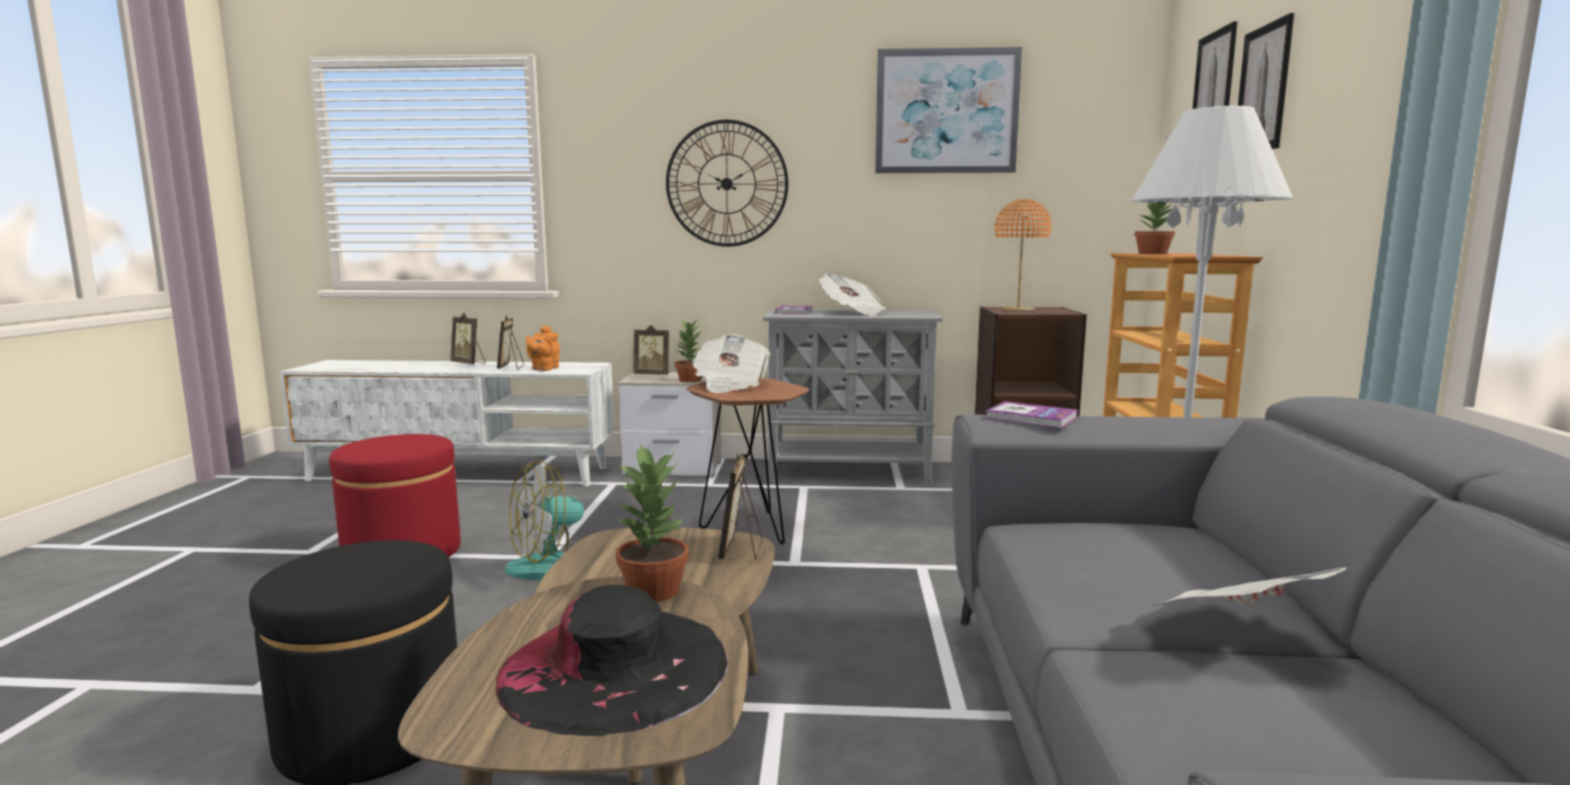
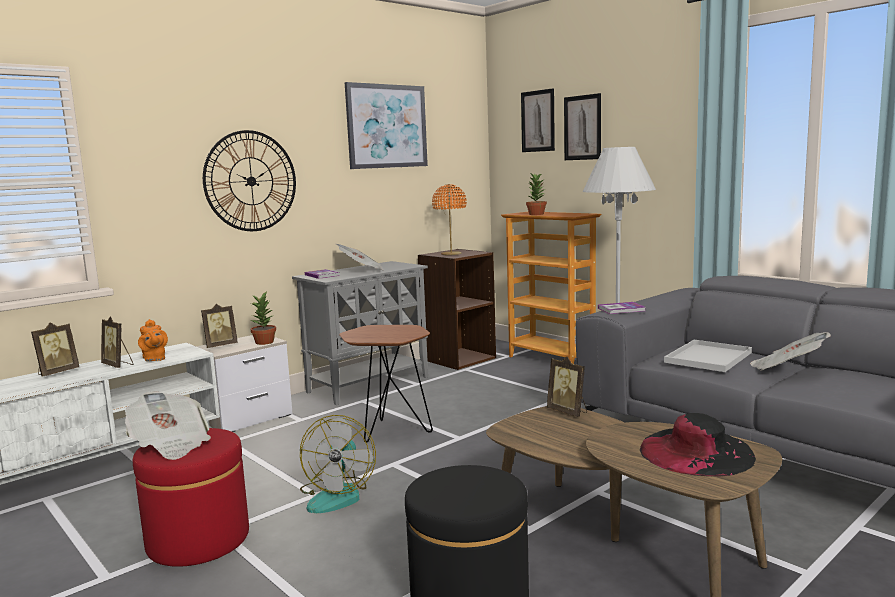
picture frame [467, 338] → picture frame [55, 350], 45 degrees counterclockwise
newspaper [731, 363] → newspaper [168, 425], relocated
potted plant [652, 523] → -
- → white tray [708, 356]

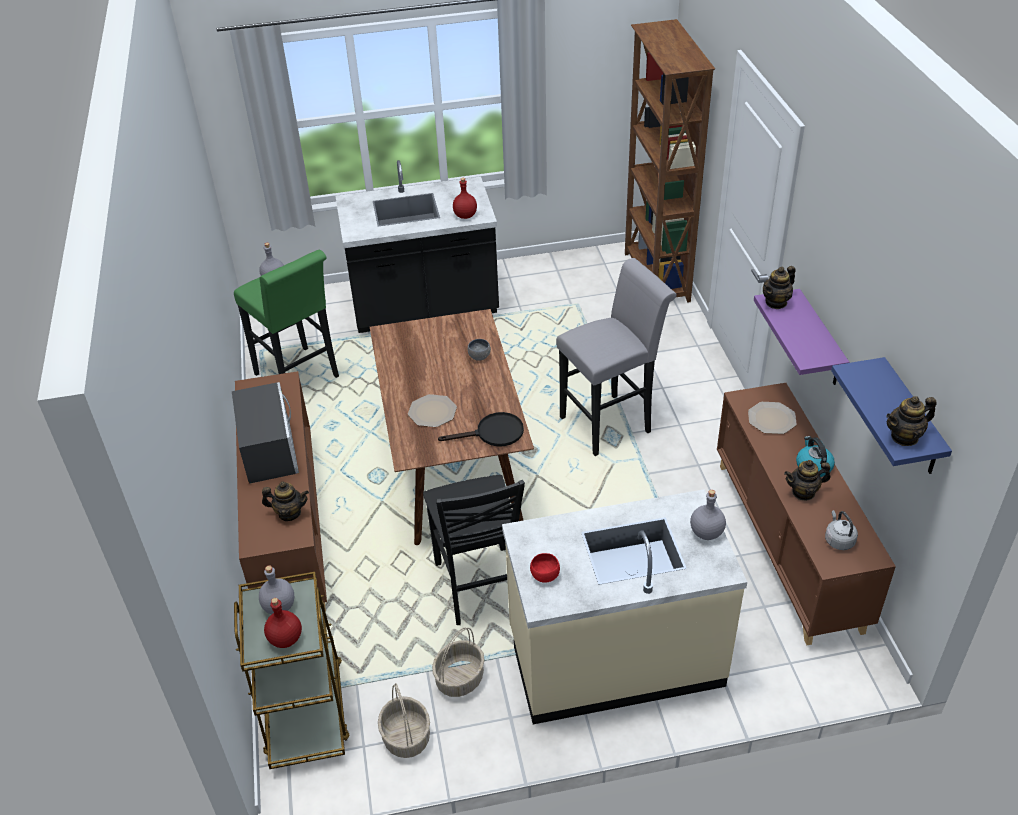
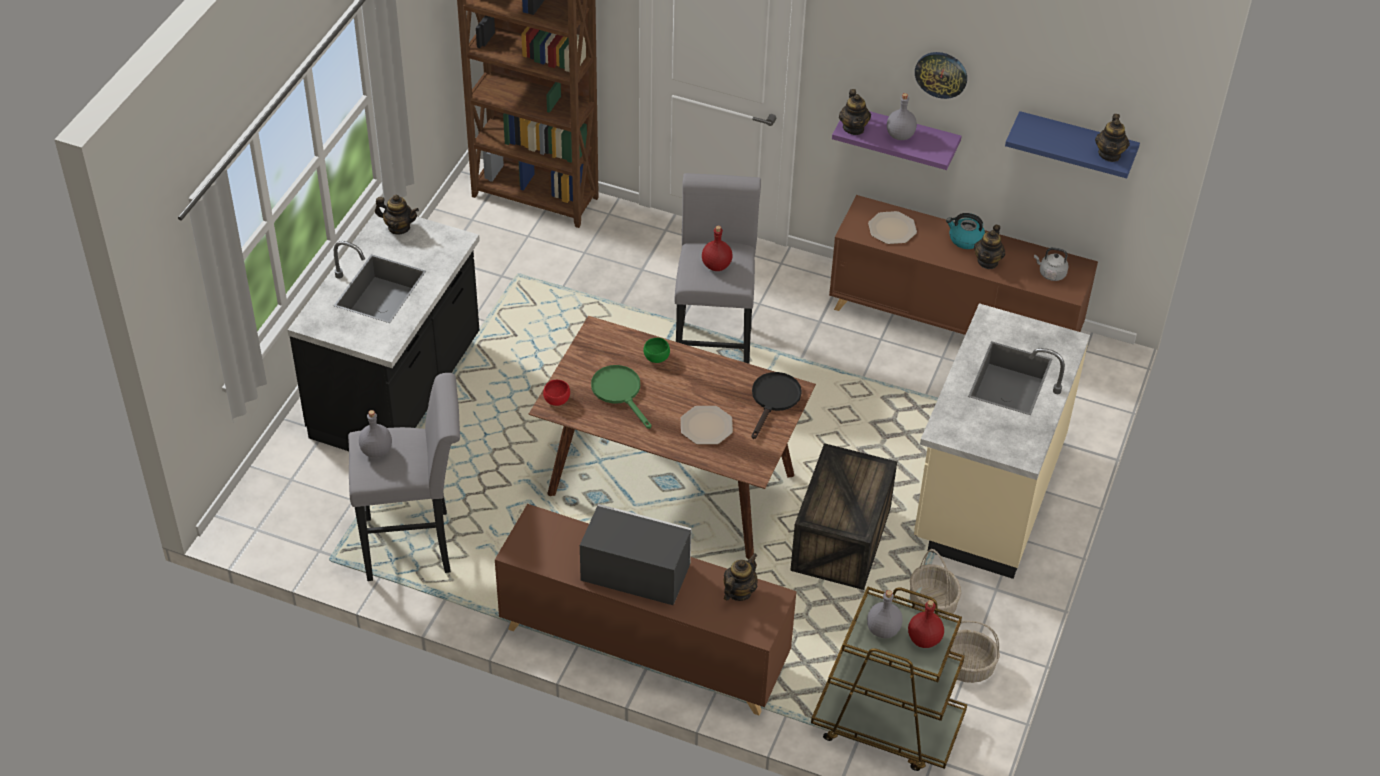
red bottle [465, 198] → red bottle [717, 248], relocated
green stool [286, 314] → grey stool [404, 477]
grey bowl [479, 350] → green bowl [656, 350]
black chair [474, 550] → crate [843, 516]
grey bottle [708, 515] → grey bottle [902, 116], relocated
red bowl [545, 568] → red bowl [556, 393], relocated
- → wall clock [941, 75]
- → teapot [397, 214]
- → green frying pan [621, 397]

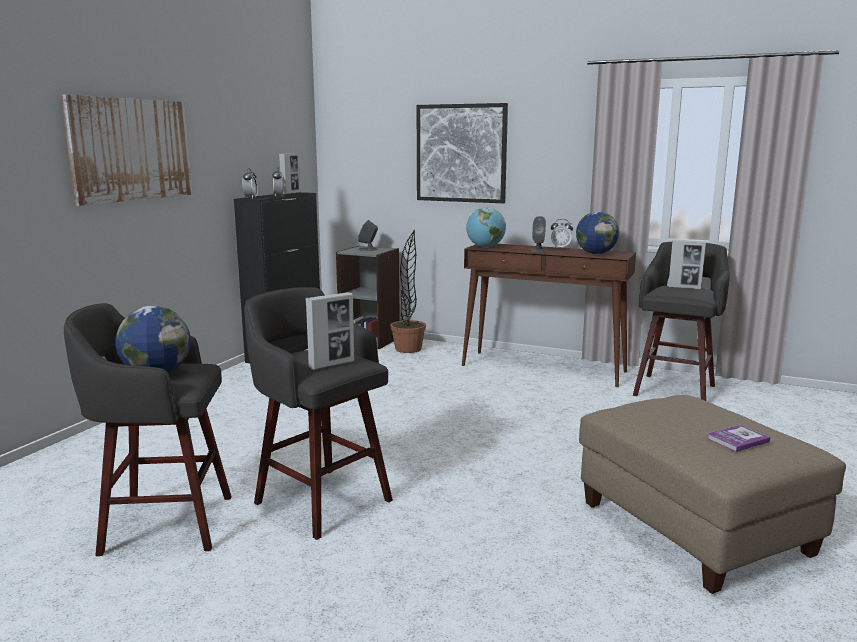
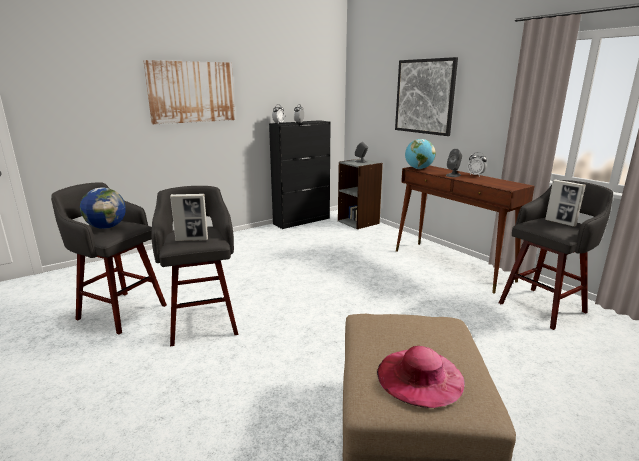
picture frame [289, 174] → -
globe [597, 233] → -
potted plant [408, 291] → -
book [738, 438] → pink hat [421, 377]

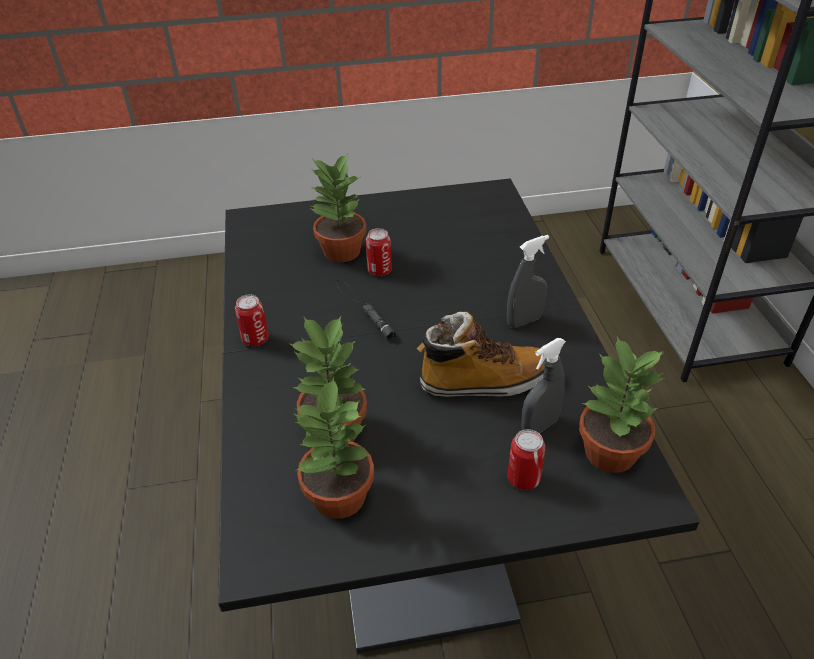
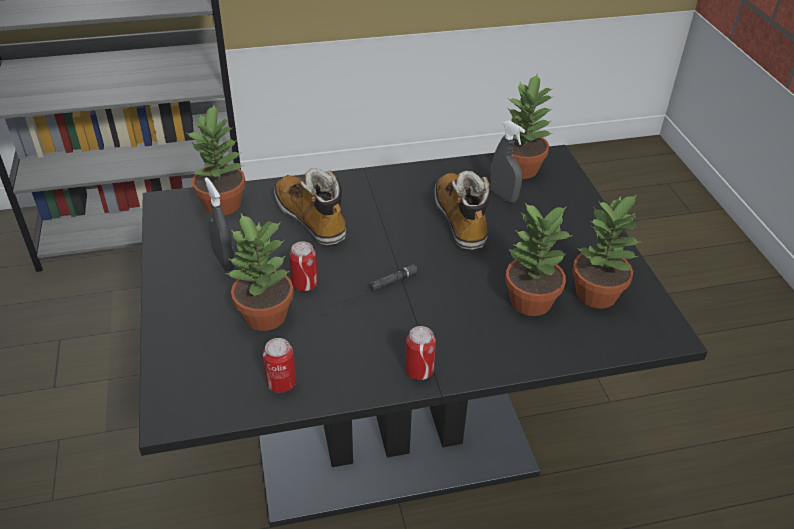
grey spray bottle [528, 281] → grey spray bottle [219, 224], relocated
can [526, 459] → can [279, 365], relocated
- → potted plant [215, 159]
- → boot [310, 207]

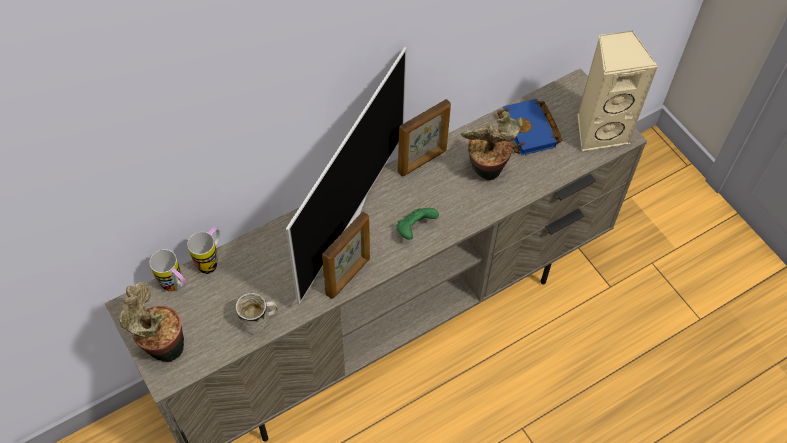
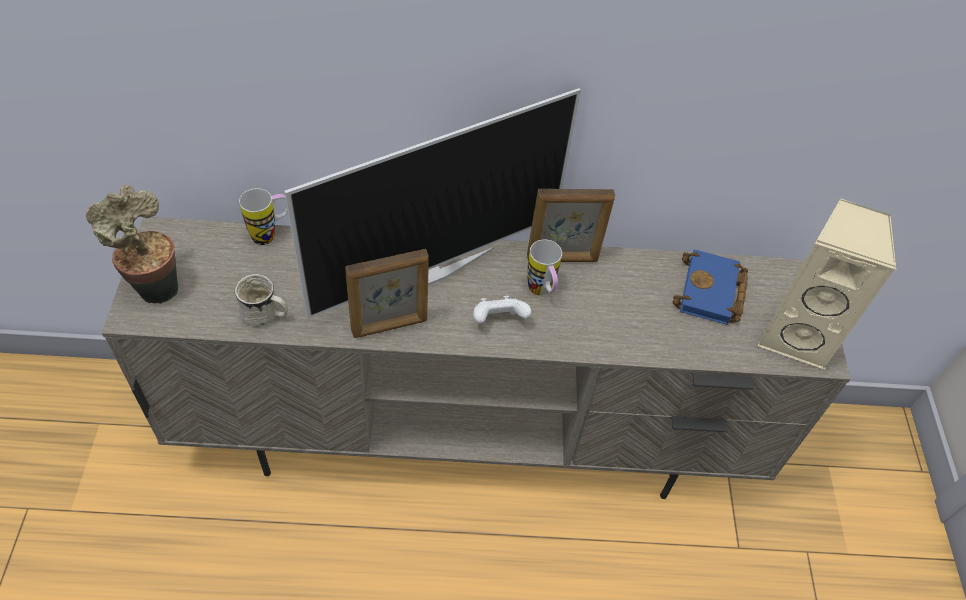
potted plant [492, 145] → -
green game controller [417, 224] → white game controller [502, 309]
mug [168, 270] → mug [544, 268], relocated

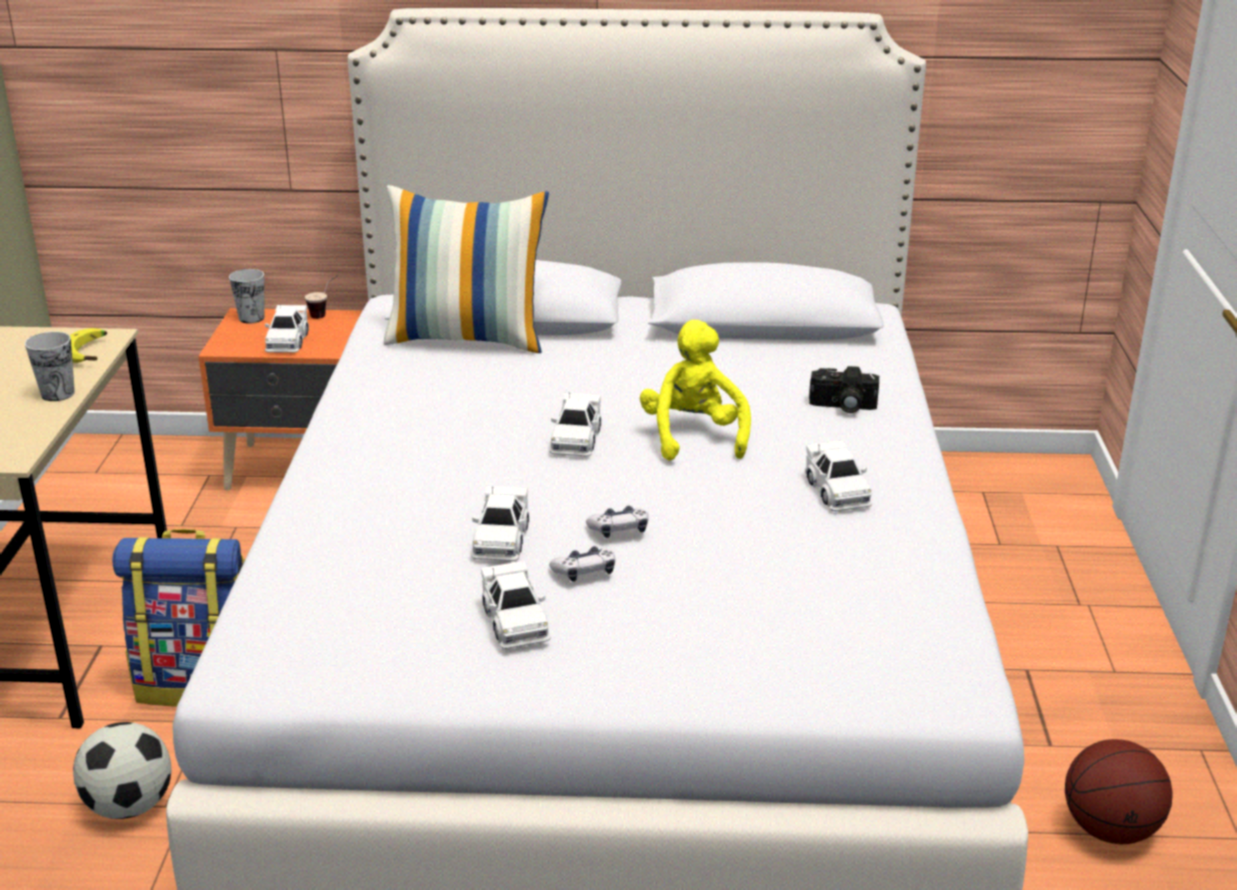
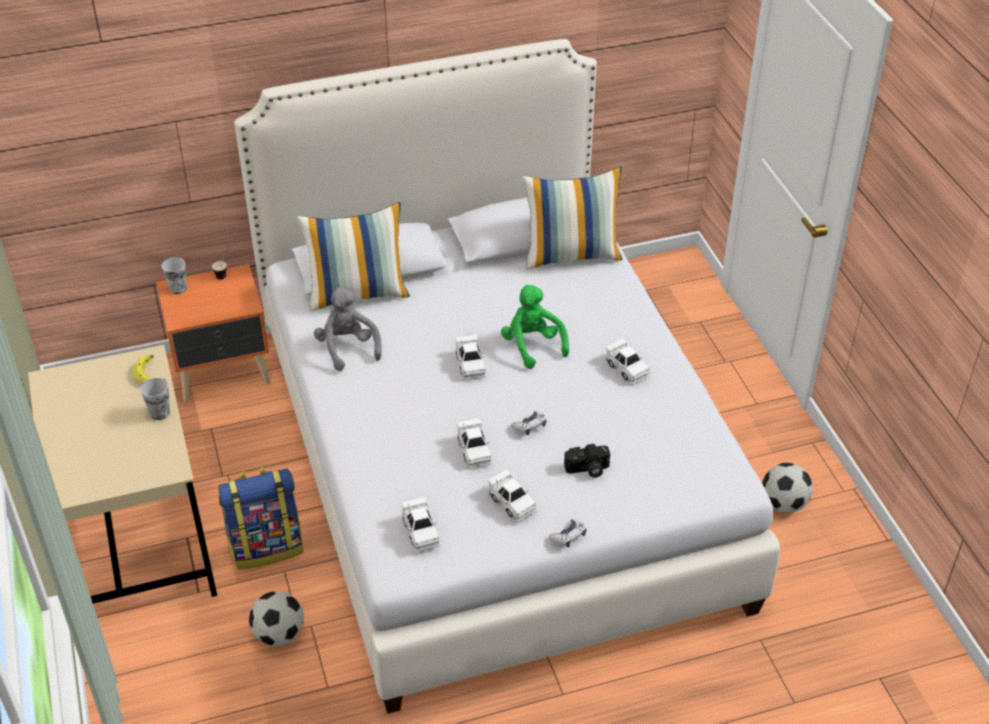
white toy car [287, 328] → white toy car [421, 524], relocated
yellow plush toy [695, 390] → green plush toy [535, 327]
photo camera [844, 389] → photo camera [587, 461], relocated
game controller [582, 564] → game controller [567, 533], relocated
basketball [1119, 791] → football [787, 488]
- → pillow [572, 218]
- → grey plush toy [348, 329]

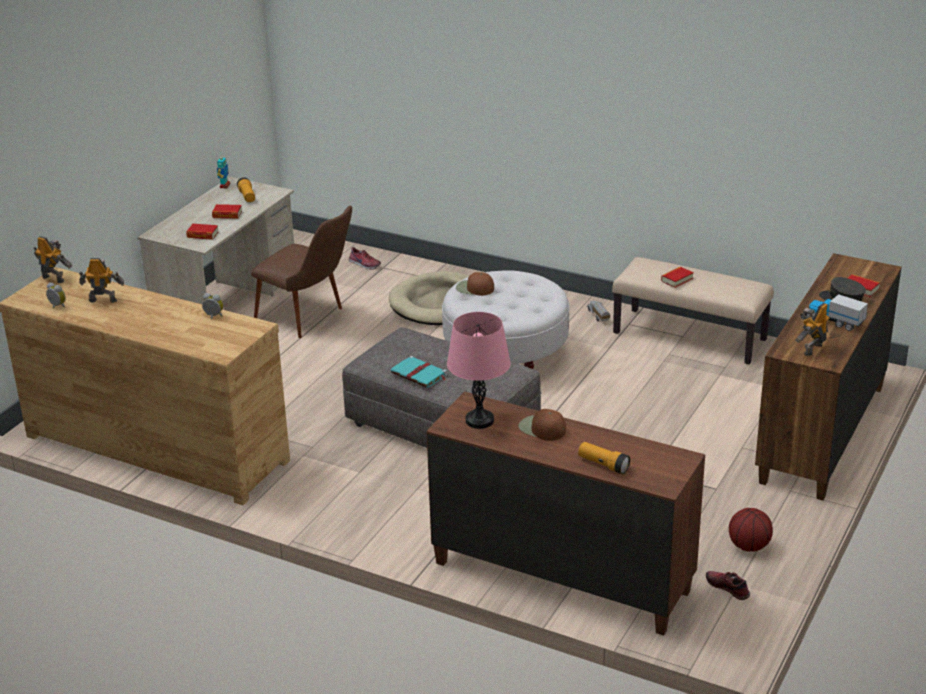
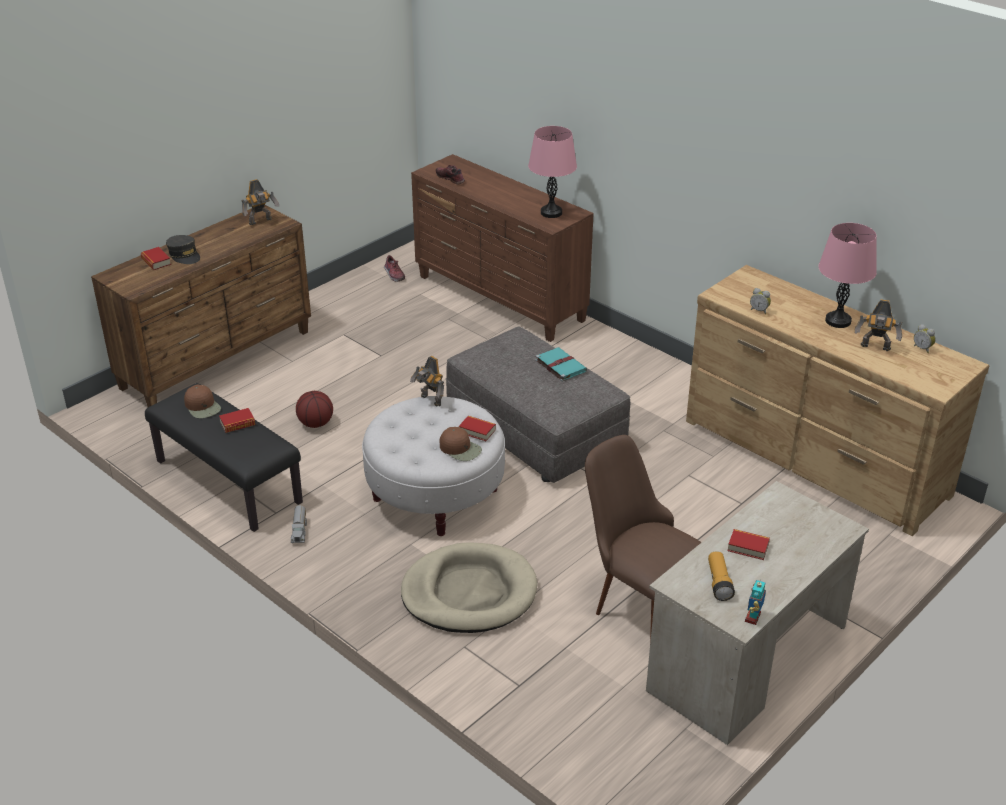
book [202, 232] → book [477, 428], relocated
toy robot [52, 259] → toy robot [427, 381], relocated
shoe [365, 258] → shoe [450, 174], relocated
beige bench [693, 310] → black bench [224, 457]
toy truck [838, 312] → -
brown cap [542, 425] → brown cap [202, 401], relocated
flashlight [604, 458] → -
basketball [751, 530] → basketball [314, 409], relocated
- → pink table lamp [847, 275]

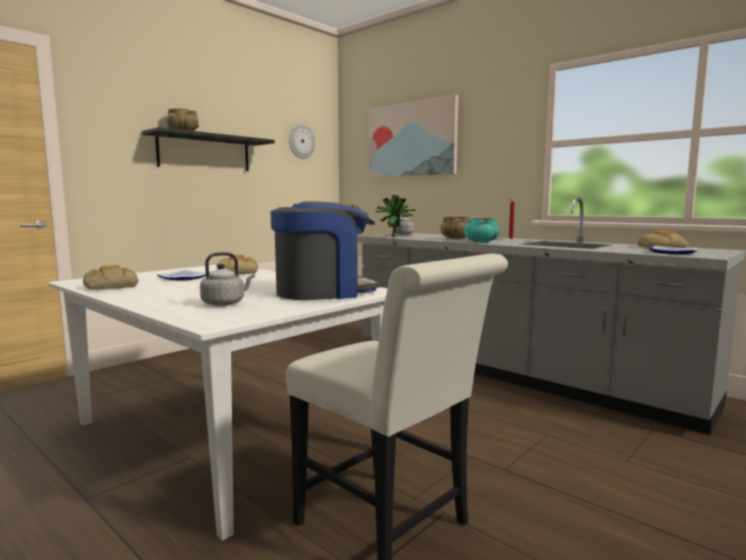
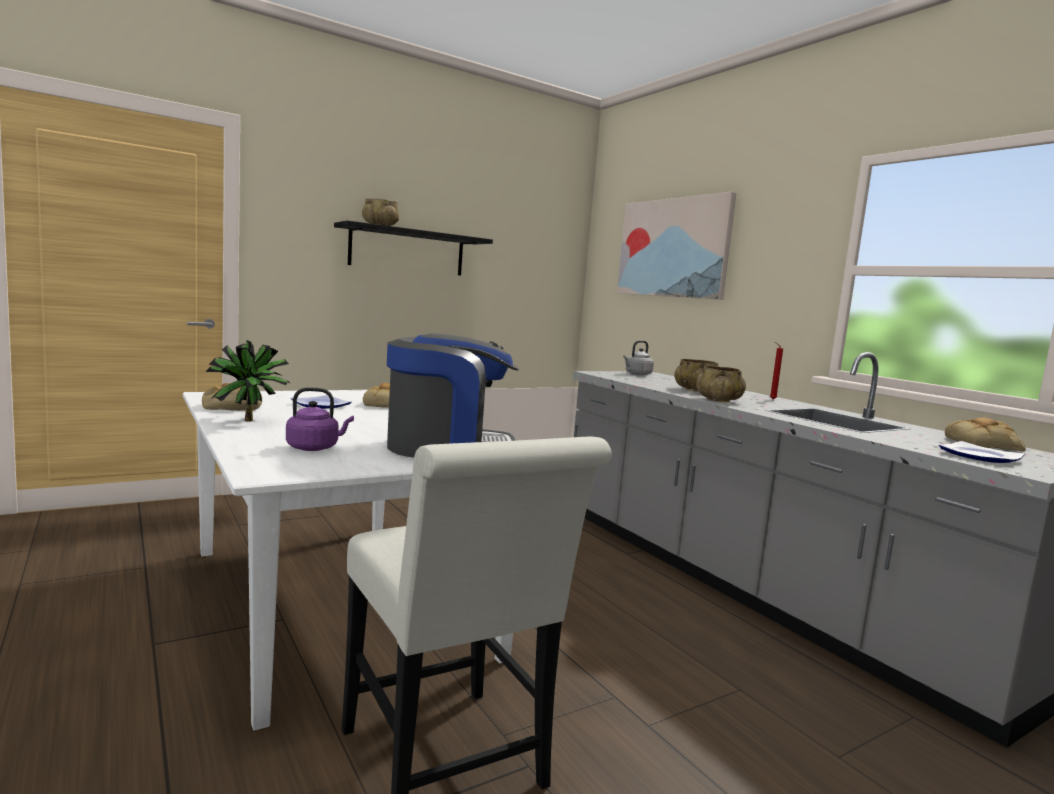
wall clock [302, 141] → -
potted plant [395, 216] → potted plant [248, 381], relocated
turquoise bowl [482, 230] → beige bowl [721, 384]
grey kettle [227, 279] → purple kettle [320, 419]

